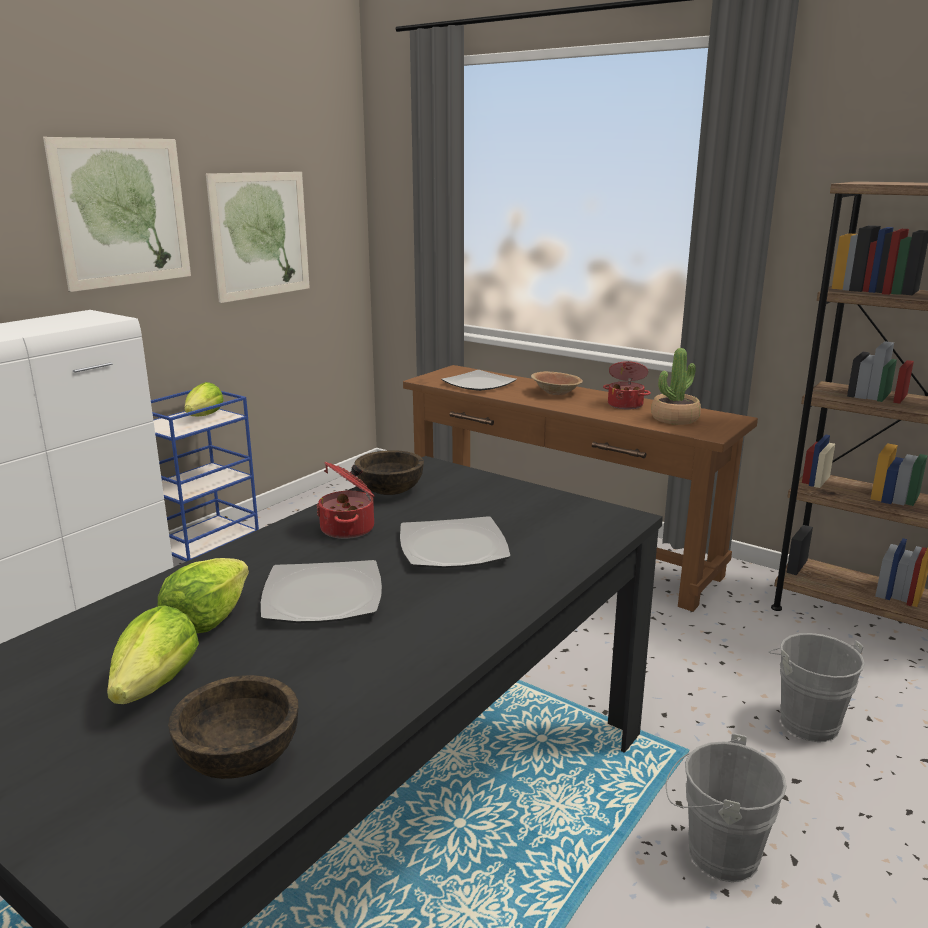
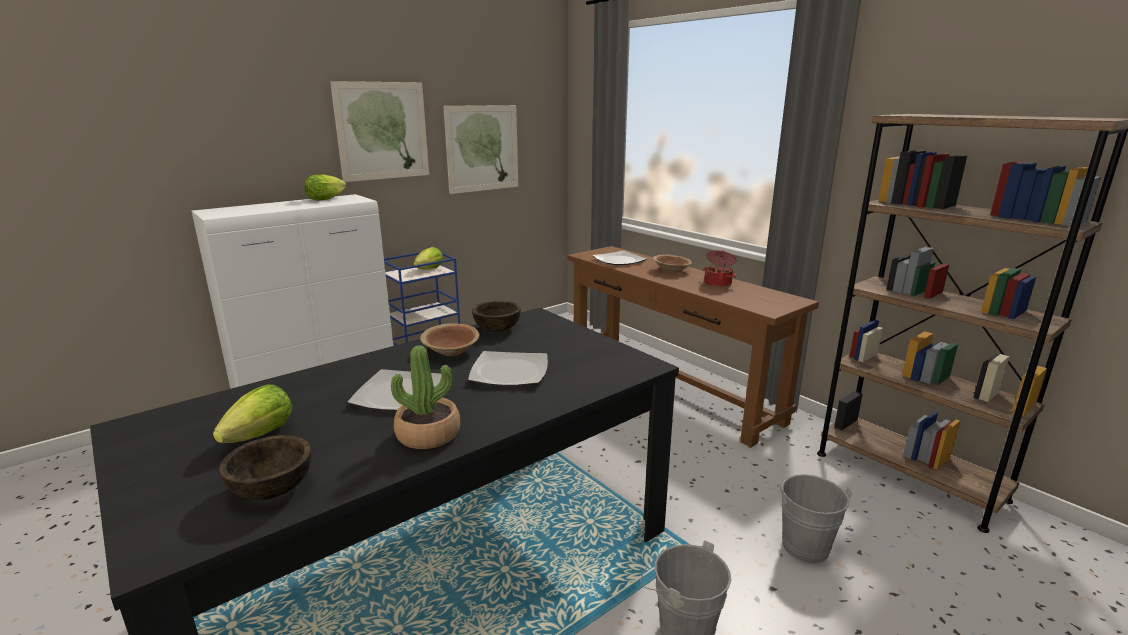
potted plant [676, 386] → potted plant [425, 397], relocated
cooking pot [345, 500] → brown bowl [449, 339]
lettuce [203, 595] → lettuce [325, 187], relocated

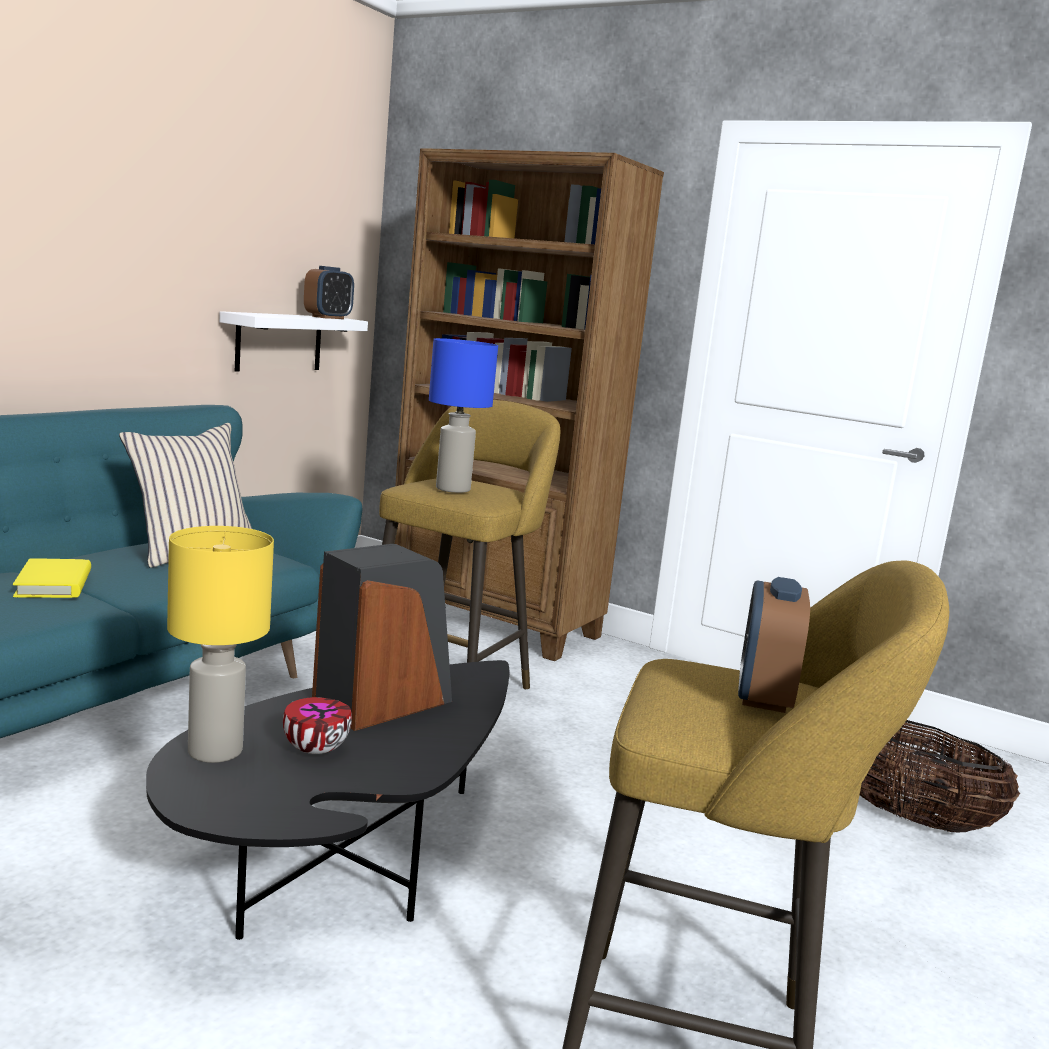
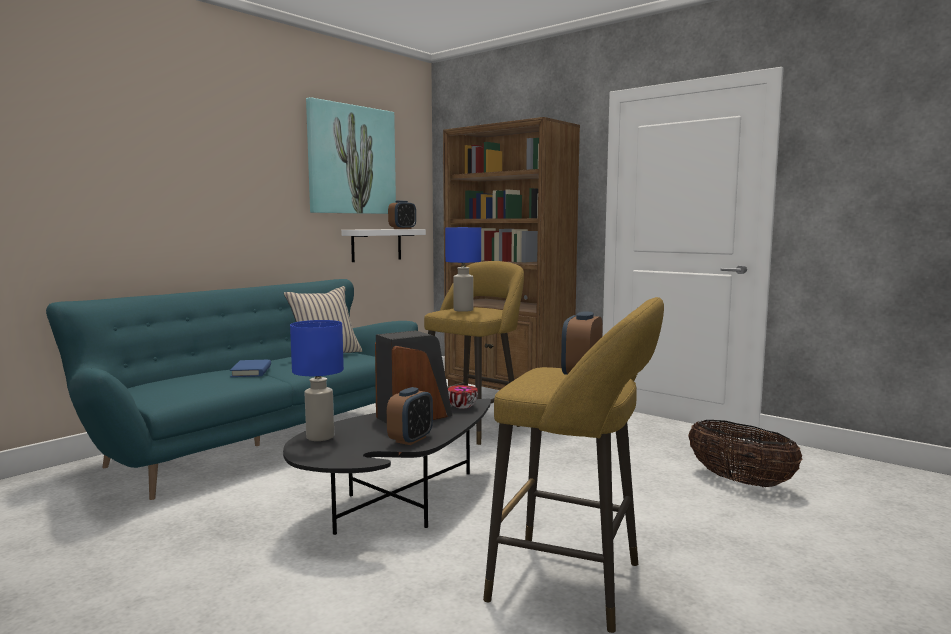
yellow table lamp [220, 644] → blue table lamp [317, 380]
yellow book [52, 578] → blue book [250, 368]
bowl [317, 725] → bowl [463, 397], relocated
- → picture [351, 155]
- → alarm clock [410, 416]

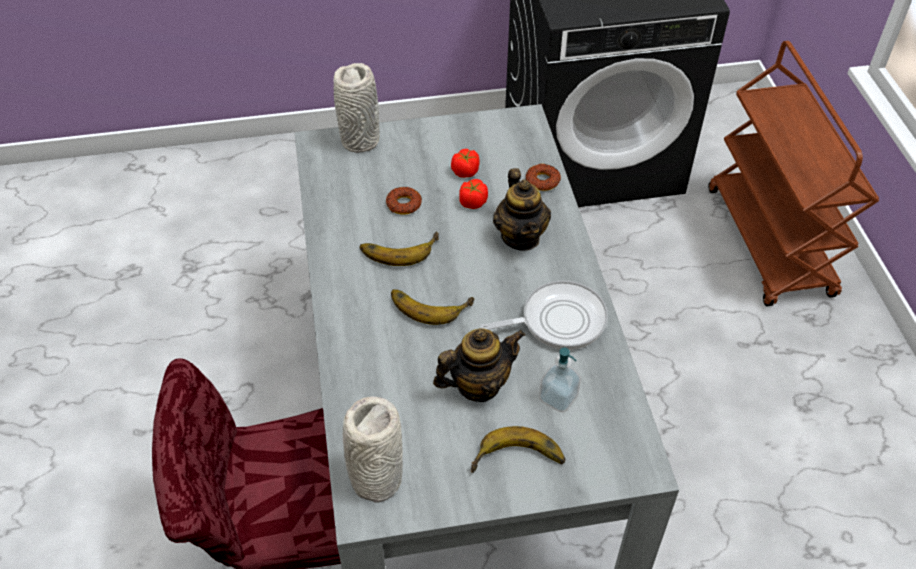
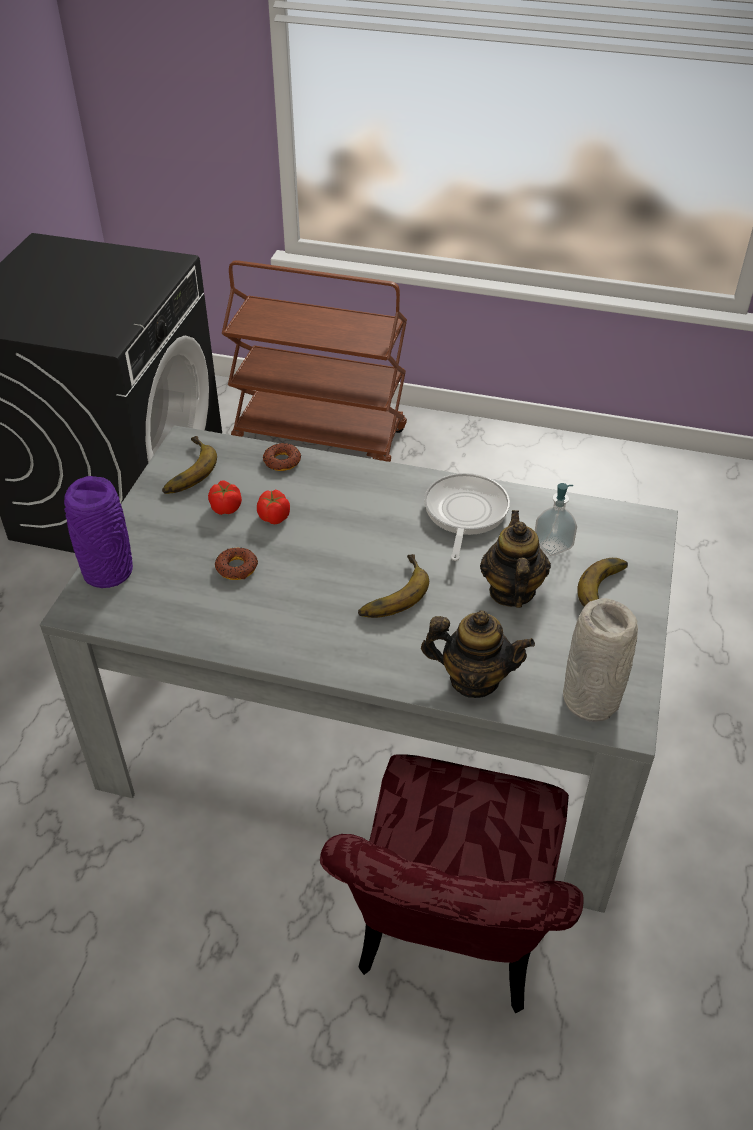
grey vase [356, 108] → purple vase [98, 532]
teapot [522, 209] → teapot [478, 654], relocated
banana [399, 249] → banana [189, 465], relocated

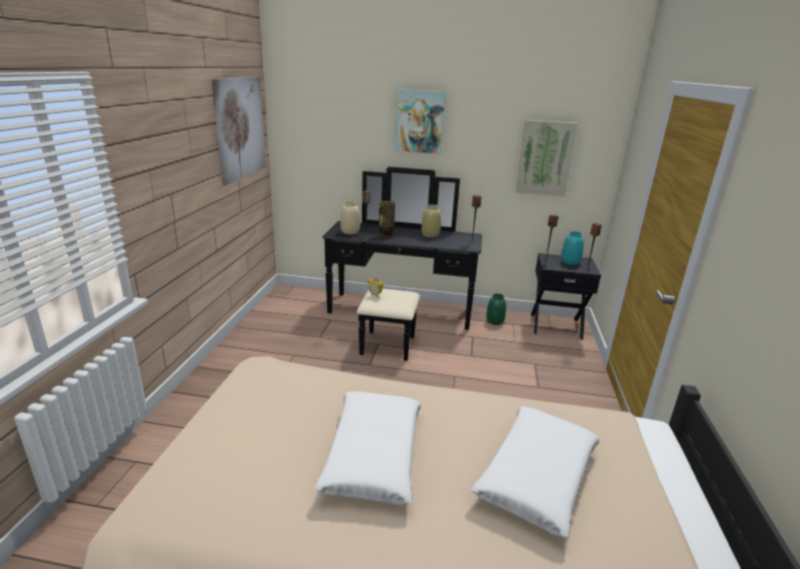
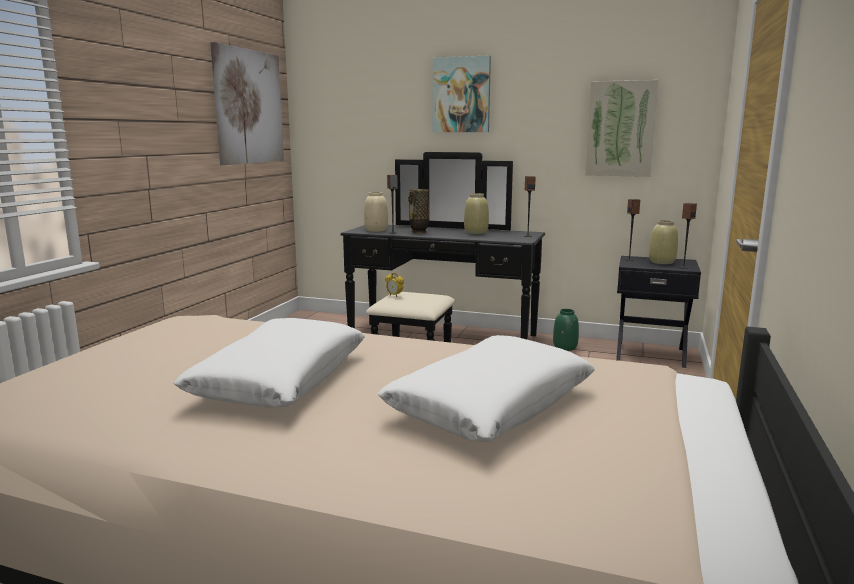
turquoise vase [572, 248] → beige vase [663, 242]

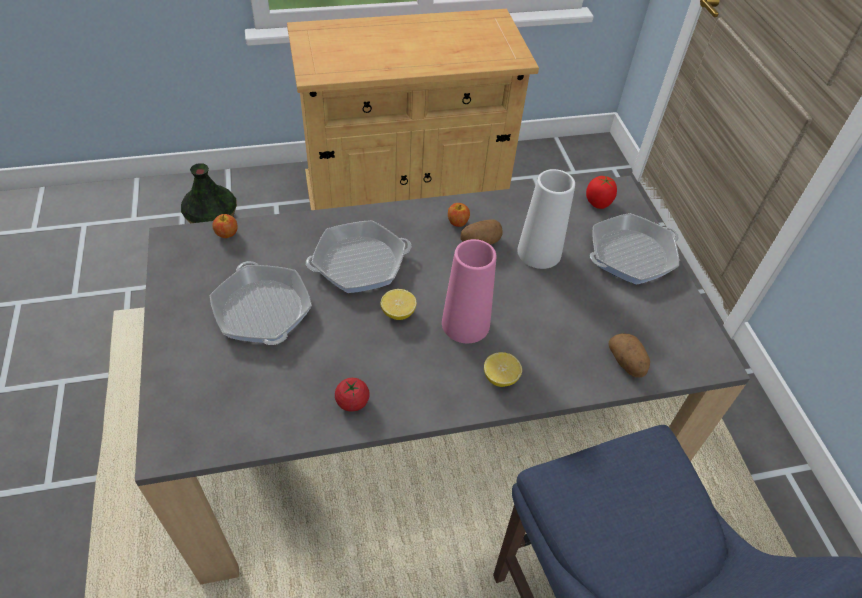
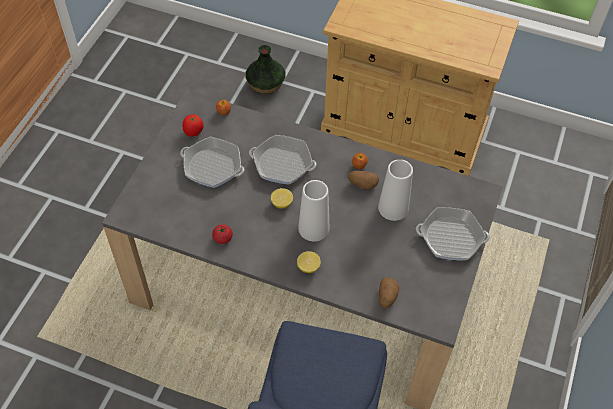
tomato [601, 192] → tomato [193, 125], relocated
pink vase [469, 291] → white vase [313, 210]
frying pan [261, 303] → frying pan [212, 162], 105 degrees clockwise

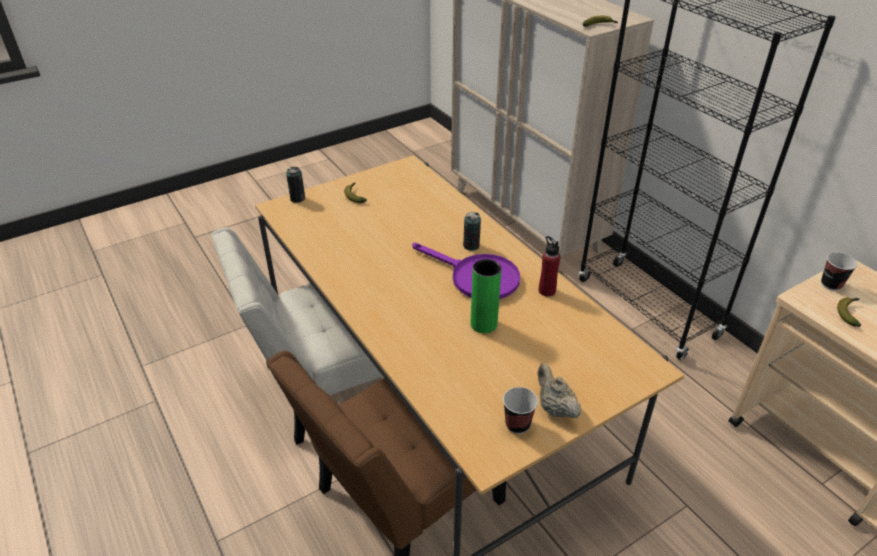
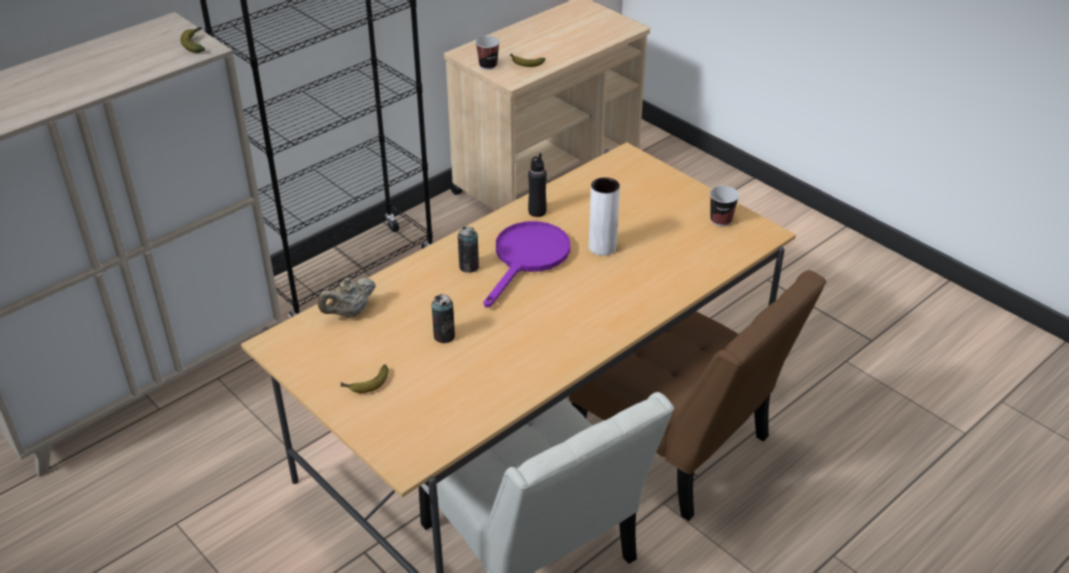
can [295, 185] → can [443, 318], relocated
red bottle [550, 266] → black bottle [537, 185]
green vase [486, 296] → white vase [604, 216]
beige teapot [559, 390] → beige teapot [347, 297], relocated

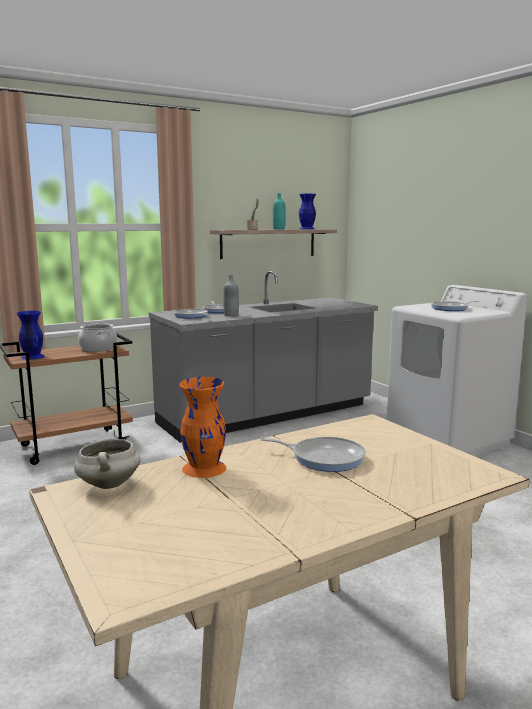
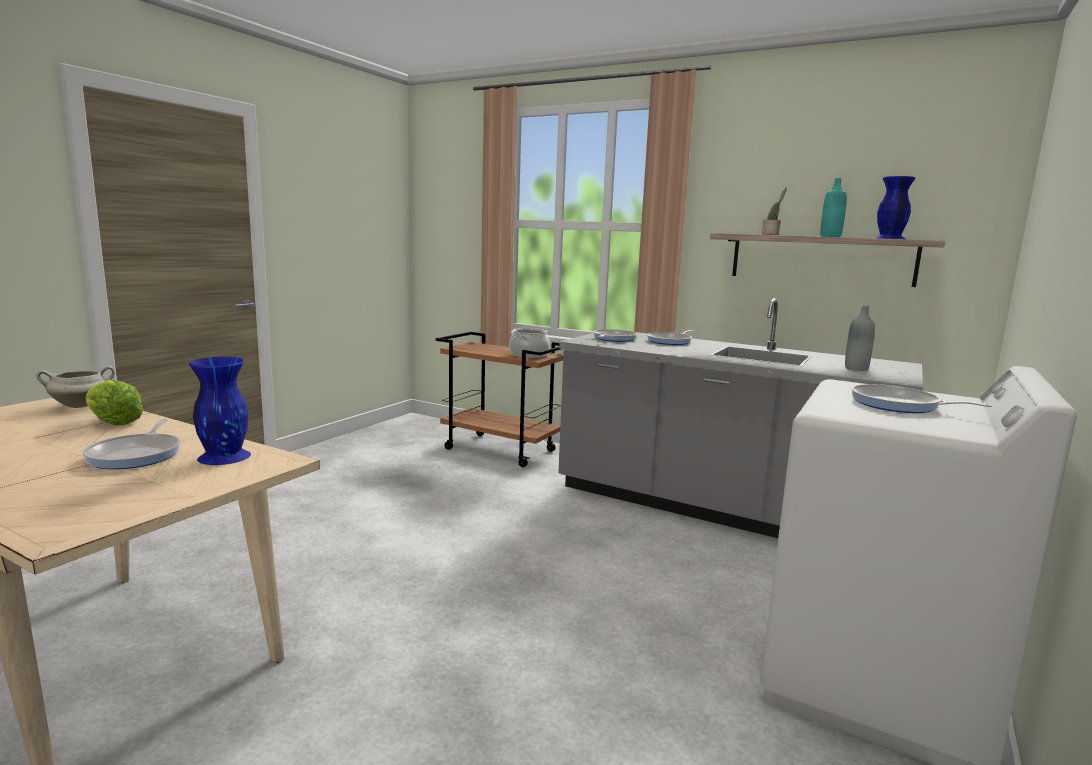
grey bottle [231, 296] → grey bottle [860, 338], relocated
blue vase [31, 335] → blue vase [220, 411], relocated
orange vase [202, 427] → lettuce [114, 402]

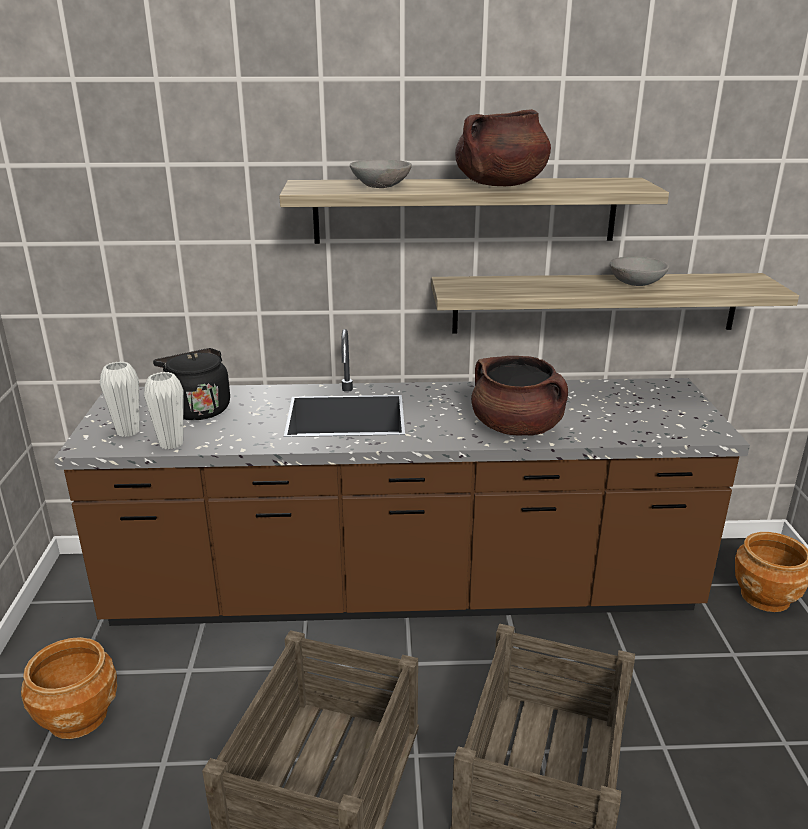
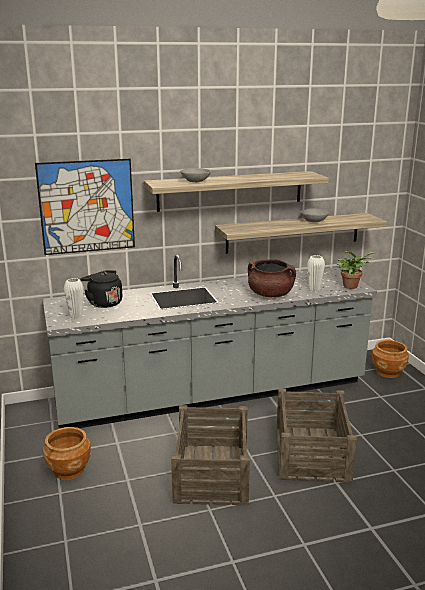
brown cooking pot [503, 147] → -
brown counter [402, 477] → grey counter [210, 341]
white vase [163, 411] → white vase [316, 273], relocated
- → picture [85, 207]
- → potted plant [356, 270]

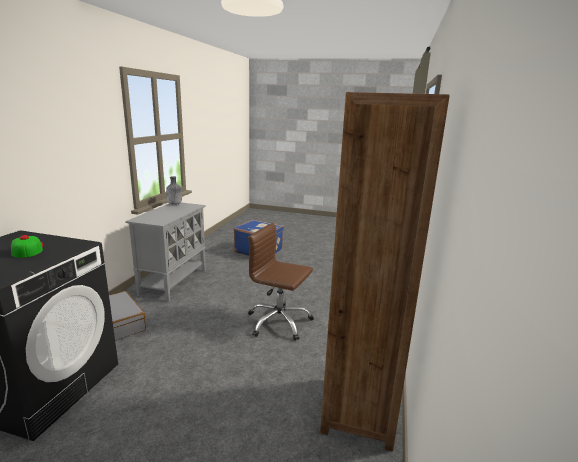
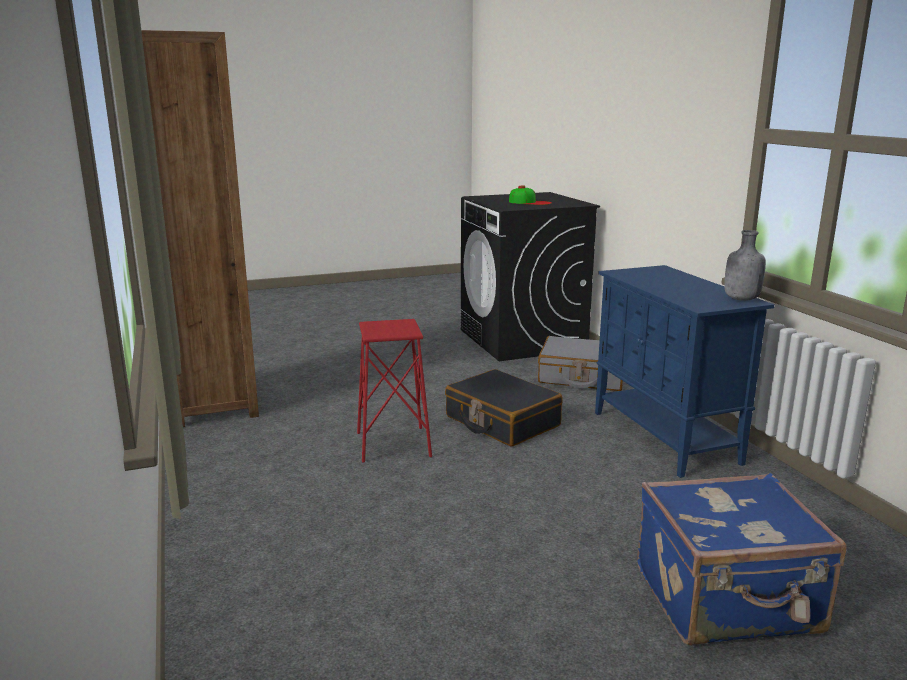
grey cabinet [165, 252] → blue cabinet [685, 371]
brown office chair [281, 281] → red stool [394, 390]
- → black suitcase [504, 408]

